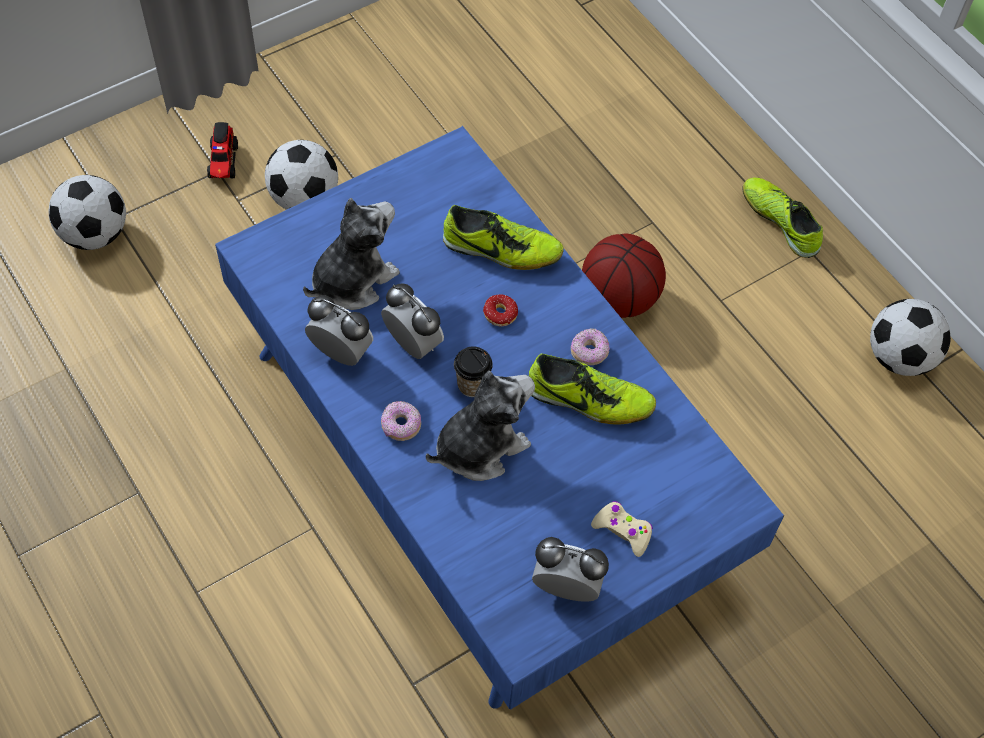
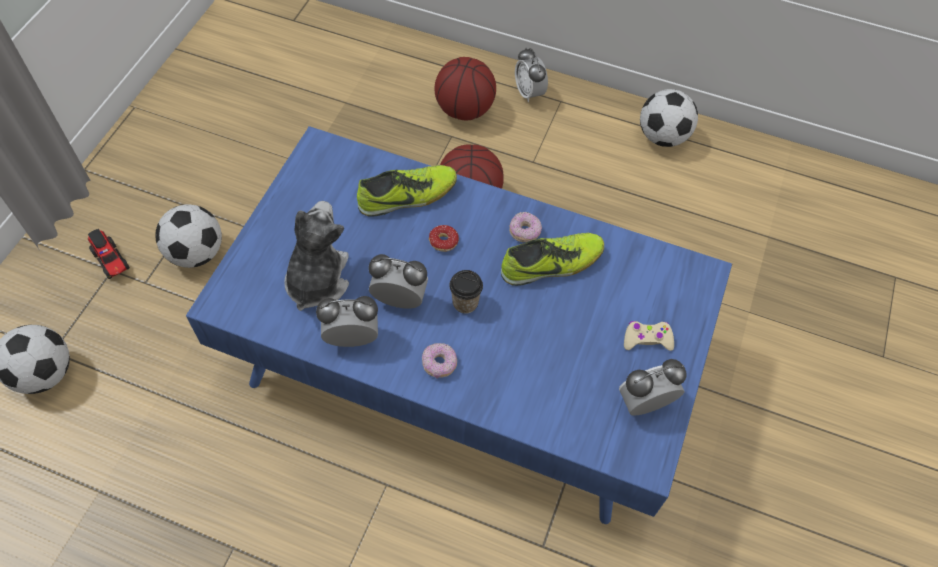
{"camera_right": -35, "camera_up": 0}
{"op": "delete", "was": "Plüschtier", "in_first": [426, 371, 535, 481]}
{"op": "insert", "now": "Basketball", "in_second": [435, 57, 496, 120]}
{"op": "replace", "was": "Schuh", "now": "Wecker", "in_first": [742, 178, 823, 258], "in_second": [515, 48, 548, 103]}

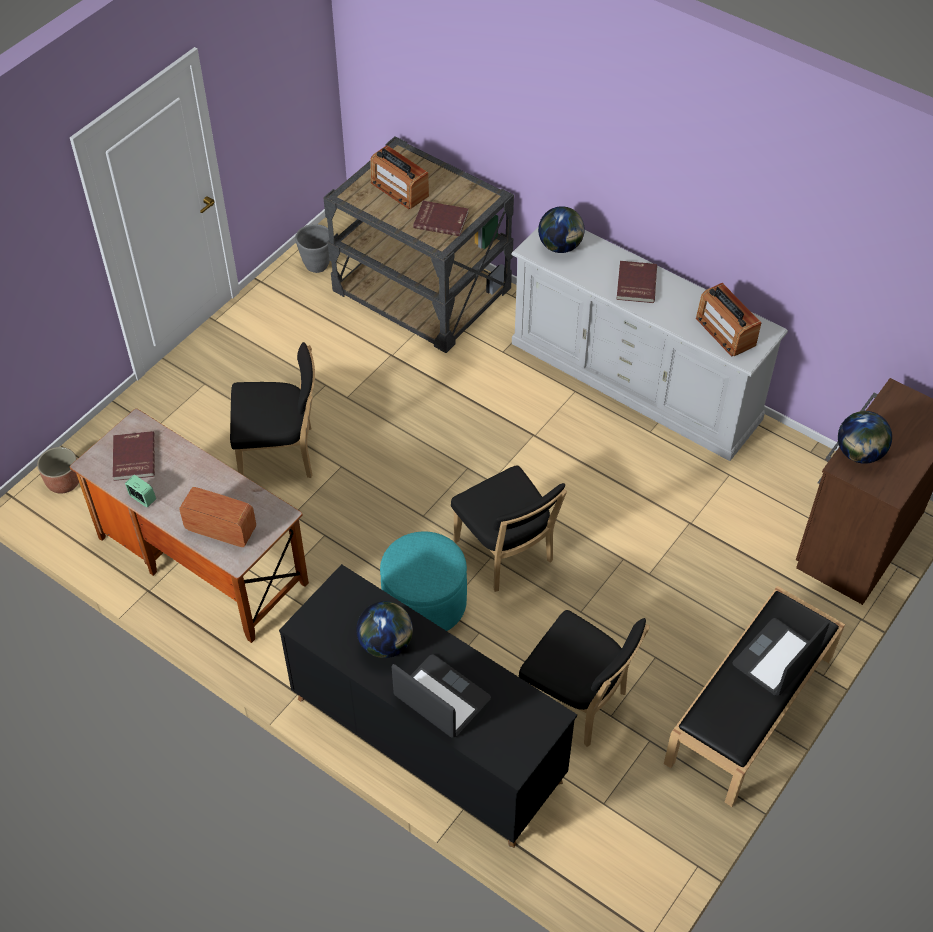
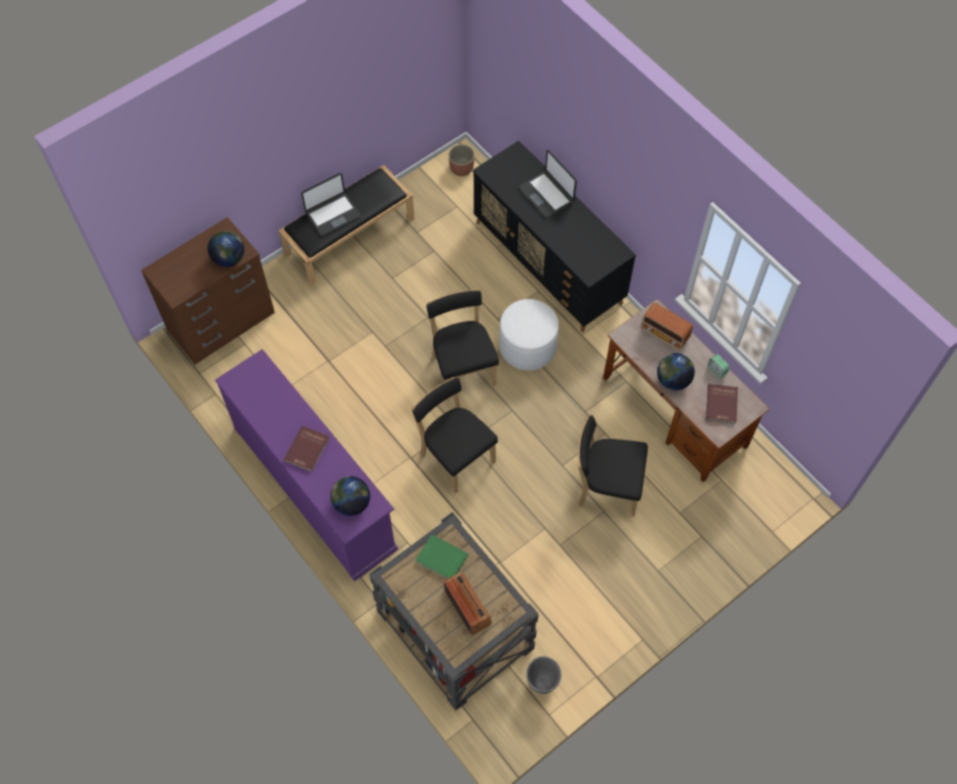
{"camera_right": -165, "camera_up": 10}
{"op": "delete", "was": "Radio", "in_first": [696, 283, 761, 357]}
{"op": "move", "was": "Pflanzkübel", "in_first": [37, 447, 79, 494], "in_second": [449, 145, 474, 176]}
{"op": "move", "was": "Globus", "in_first": [356, 601, 413, 658], "in_second": [657, 353, 695, 390]}
{"op": "move", "was": "Stuhl (schwarz)", "in_first": [519, 610, 650, 747], "in_second": [411, 377, 498, 494]}
{"op": "recolor", "was": "Polsterhocker (türkis)", "now": "Polsterhocker (weiß)", "in_first": [380, 532, 467, 631], "in_second": [499, 299, 559, 370]}
{"op": "recolor", "was": "Buch (rot)", "now": "Buch (grün)", "in_first": [413, 201, 468, 236], "in_second": [416, 534, 468, 579]}
{"op": "recolor", "was": "Schrank (weiß)", "now": "Schrank (lila)", "in_first": [511, 228, 788, 461], "in_second": [215, 349, 398, 581]}

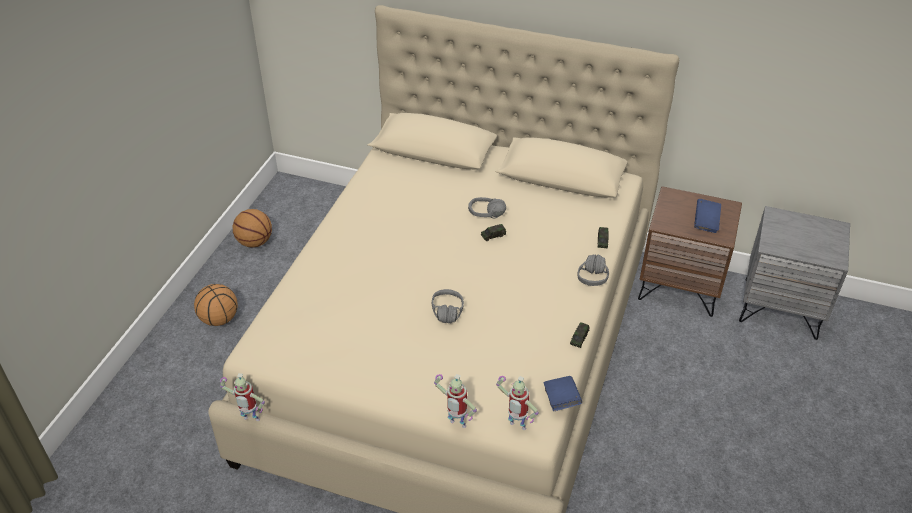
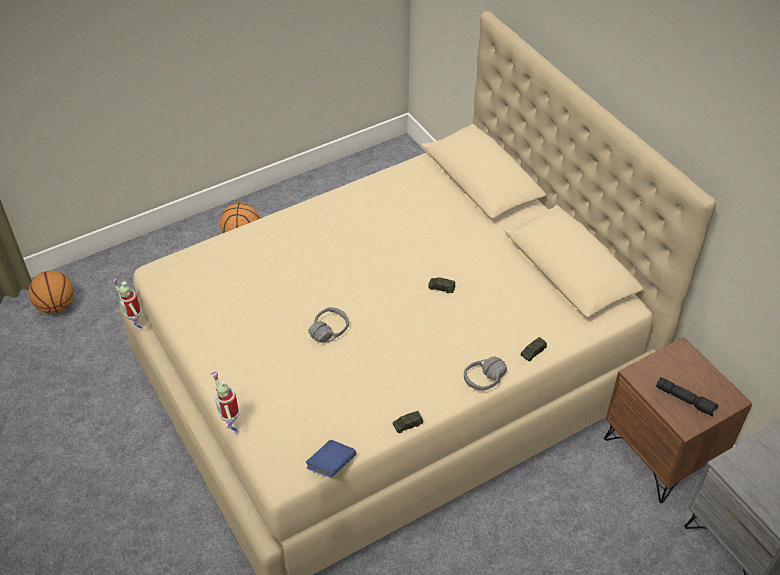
{"camera_right": 40, "camera_up": 5}
{"op": "delete", "was": "Kopfhörer (grau)", "in_first": [468, 197, 506, 219]}
{"op": "delete", "was": "Spielzeugroboter", "in_first": [496, 376, 539, 430]}
{"op": "move", "was": "Basketball", "in_first": [232, 209, 272, 248], "in_second": [29, 271, 74, 313]}
{"op": "replace", "was": "Buch (blau)", "now": "Taschenlampe (schwarz)", "in_first": [694, 199, 721, 233], "in_second": [656, 377, 718, 417]}

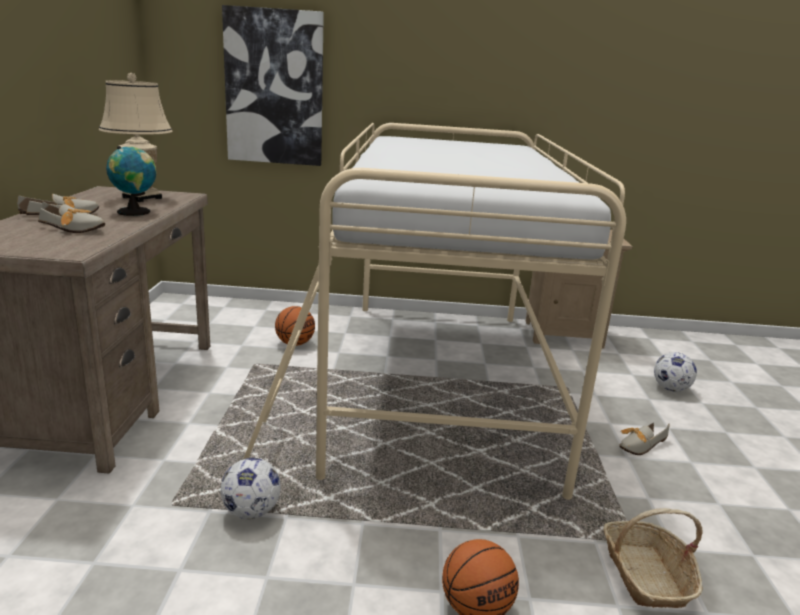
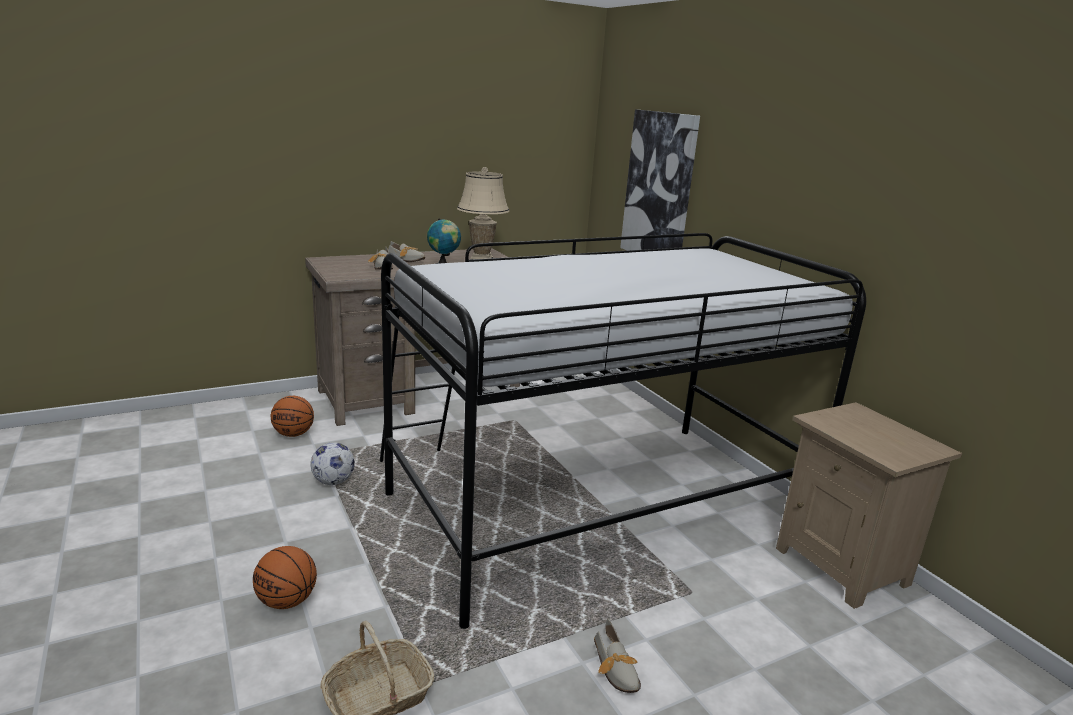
{"camera_right": 60, "camera_up": 0}
{"op": "delete", "was": "Fußball", "in_first": [654, 352, 697, 392]}
{"op": "move", "was": "Basketball", "in_first": [275, 306, 315, 346], "in_second": [271, 396, 314, 437]}
{"op": "recolor", "was": "Bett (beige)", "now": "Bett (schwarz)", "in_first": [243, 123, 626, 500], "in_second": [380, 233, 866, 629]}
{"op": "rotate", "was": "Schuh", "in_first": [619, 423, 669, 455], "in_second": [594, 618, 641, 693], "clockwise": -135}

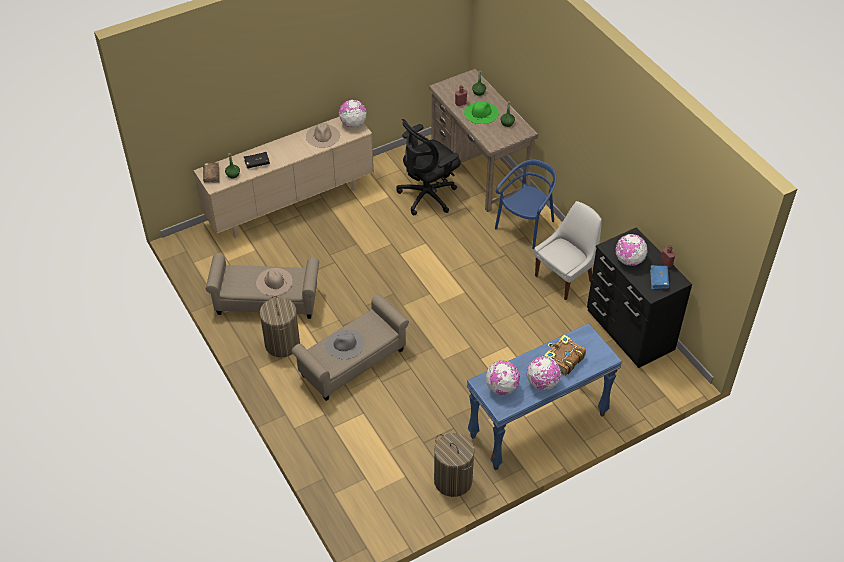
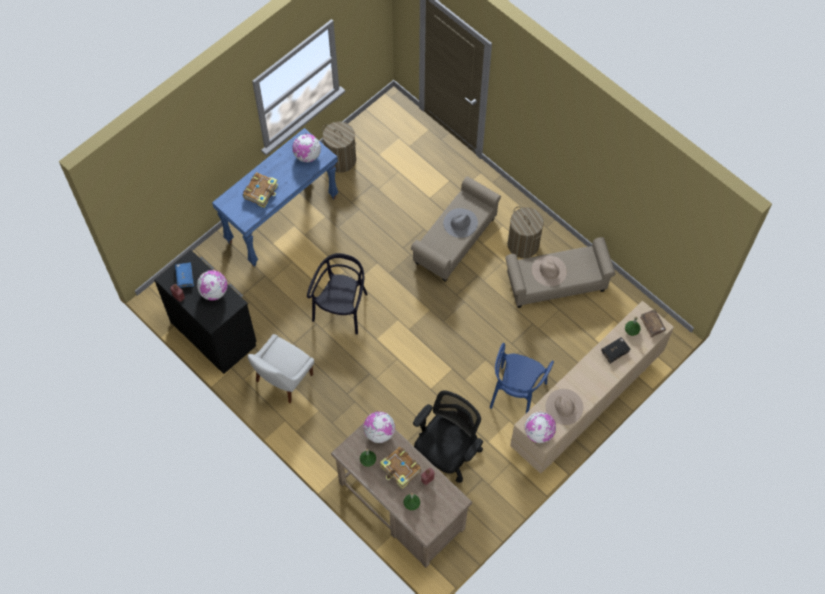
{"camera_right": 165, "camera_up": 15}
{"op": "insert", "now": "Stuhl (schwarz)", "in_second": [307, 253, 368, 335]}
{"op": "move", "was": "Stuhl (blau)", "in_first": [495, 159, 556, 249], "in_second": [490, 343, 554, 413]}
{"op": "move", "was": "Globus", "in_first": [527, 356, 561, 390], "in_second": [364, 411, 395, 443]}
{"op": "replace", "was": "Hut (grün)", "now": "Buch", "in_first": [464, 101, 499, 124], "in_second": [380, 447, 421, 489]}

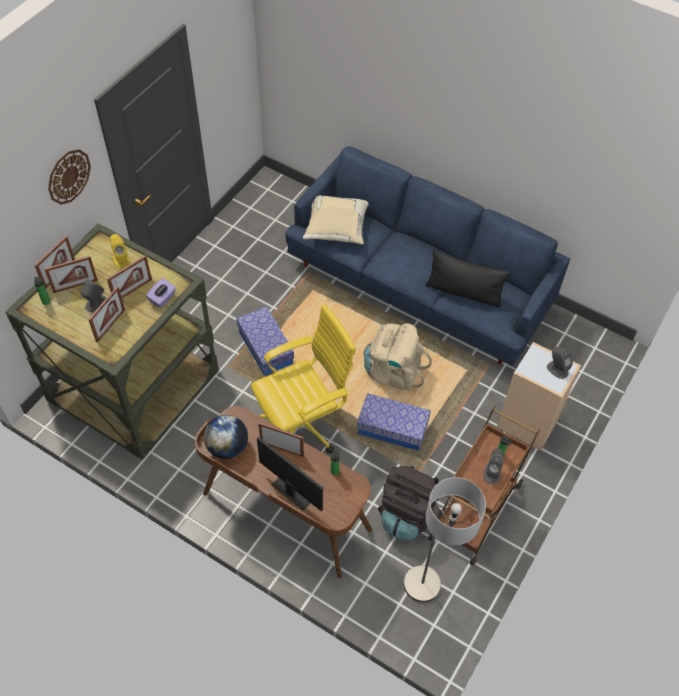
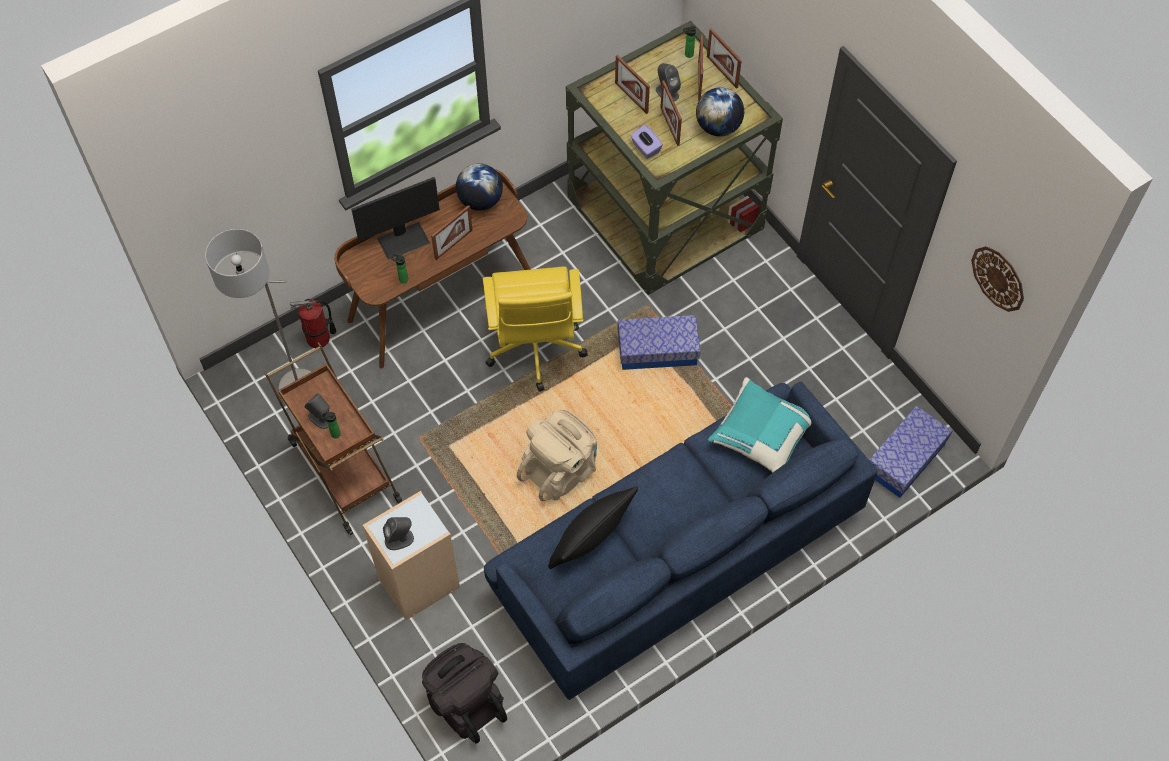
{"camera_right": 115, "camera_up": 5}
{"op": "insert", "now": "Feuerlöscher", "in_second": [290, 299, 336, 348]}
{"op": "move", "was": "Wanduhr", "in_first": [48, 149, 91, 205], "in_second": [971, 246, 1024, 312]}
{"op": "move", "was": "Aufbewahrungsbox", "in_first": [357, 393, 431, 451], "in_second": [869, 406, 952, 498]}
{"op": "move", "was": "Rucksack (schwarz)", "in_first": [378, 466, 439, 540], "in_second": [422, 643, 507, 744]}
{"op": "replace", "was": "Lautsprecher (gelb)", "now": "Globus", "in_first": [110, 234, 130, 269], "in_second": [696, 87, 744, 136]}
{"op": "recolor", "was": "Kissen (beige)", "now": "Kissen (türkis)", "in_first": [303, 195, 369, 245], "in_second": [708, 377, 812, 473]}

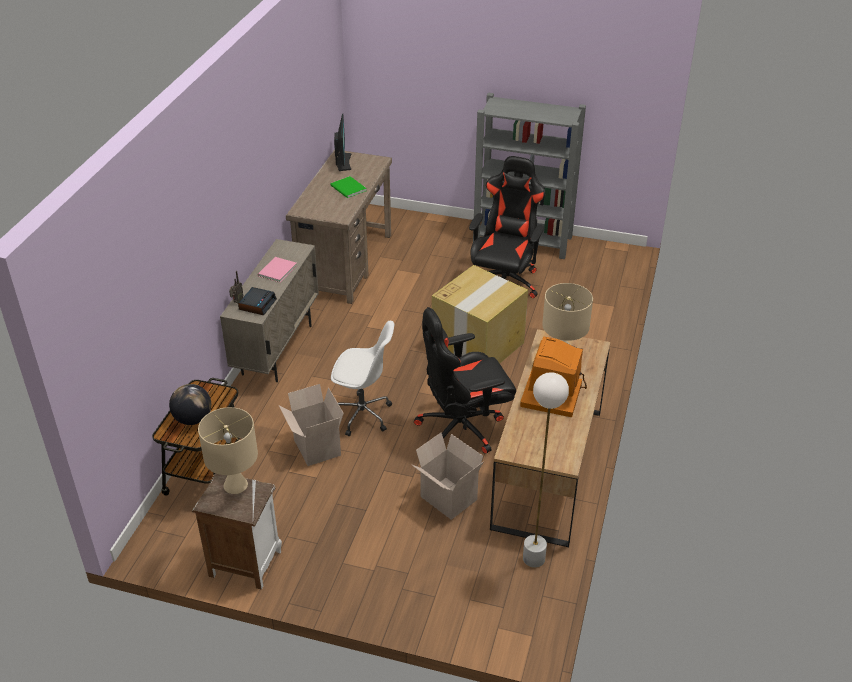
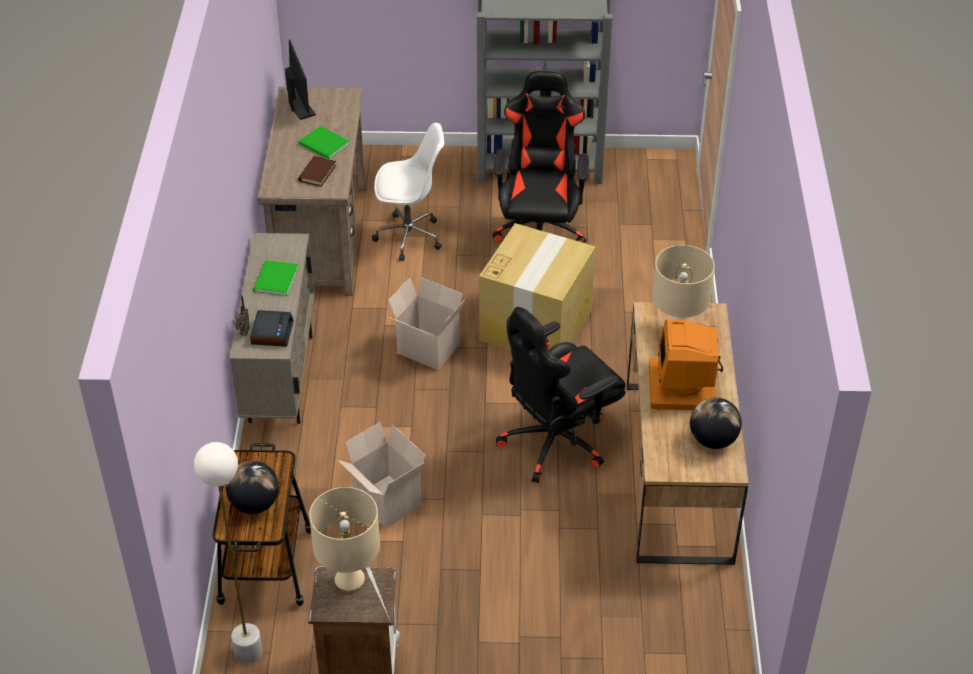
{"camera_right": -15, "camera_up": 5}
{"op": "insert", "now": "Buch (braun)", "in_second": [298, 156, 336, 187]}
{"op": "insert", "now": "Globus", "in_second": [690, 397, 742, 449]}
{"op": "move", "was": "Bürostuhl (weiß)", "in_first": [331, 321, 394, 436], "in_second": [372, 123, 444, 261]}
{"op": "move", "was": "Karton", "in_first": [412, 432, 484, 520], "in_second": [388, 277, 465, 370]}
{"op": "move", "was": "Stehlampe (weiß)", "in_first": [523, 372, 569, 568], "in_second": [194, 442, 263, 664]}
{"op": "recolor", "was": "Buch (rosa)", "now": "Buch (grün)", "in_first": [258, 257, 297, 283], "in_second": [253, 260, 299, 296]}

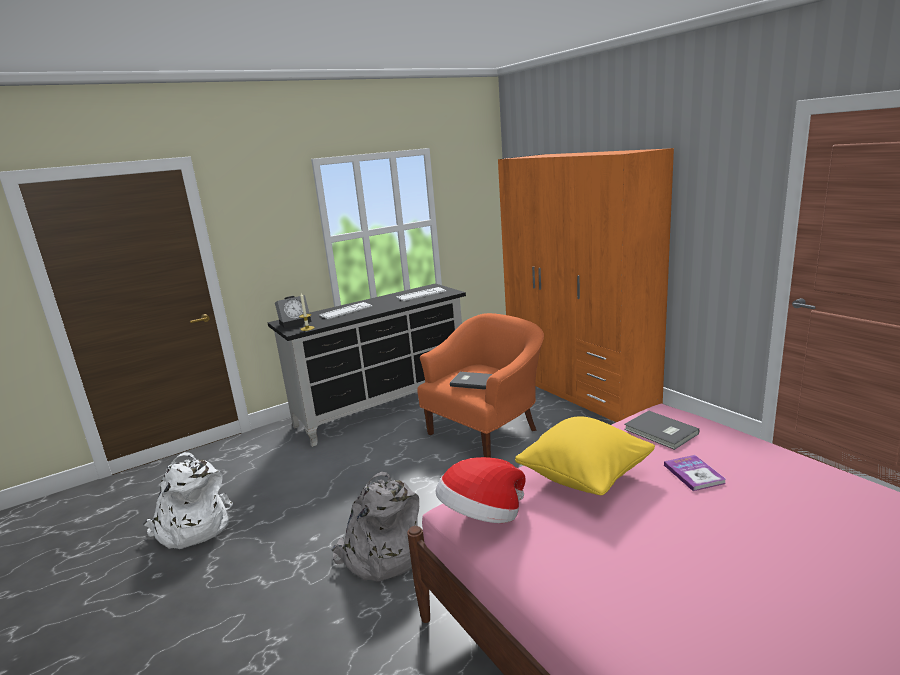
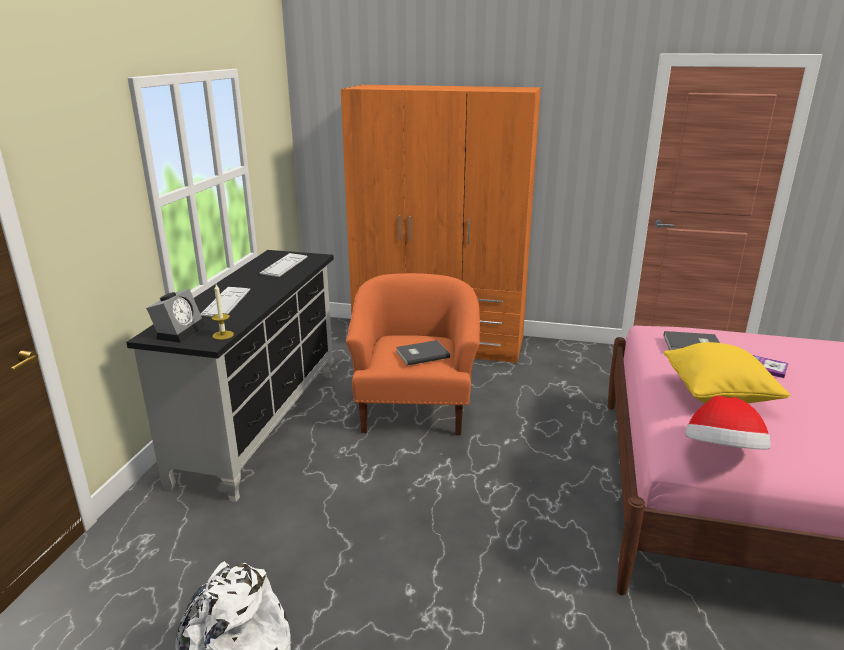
{"camera_right": -45, "camera_up": 5}
{"op": "delete", "was": "Rucksack (grau)", "in_first": [332, 472, 419, 581]}

